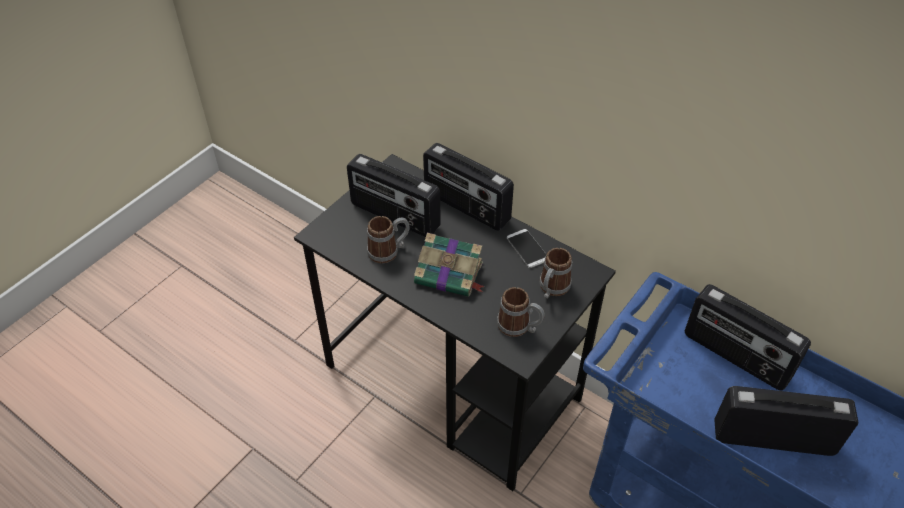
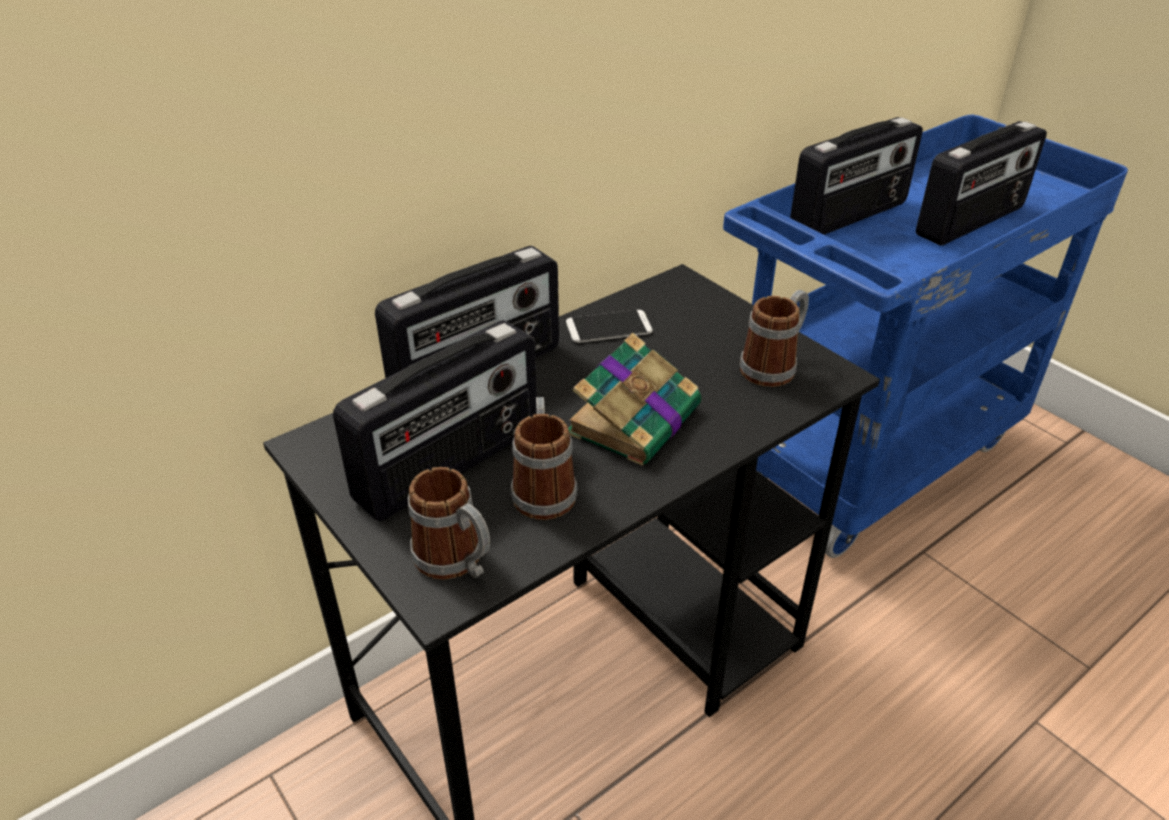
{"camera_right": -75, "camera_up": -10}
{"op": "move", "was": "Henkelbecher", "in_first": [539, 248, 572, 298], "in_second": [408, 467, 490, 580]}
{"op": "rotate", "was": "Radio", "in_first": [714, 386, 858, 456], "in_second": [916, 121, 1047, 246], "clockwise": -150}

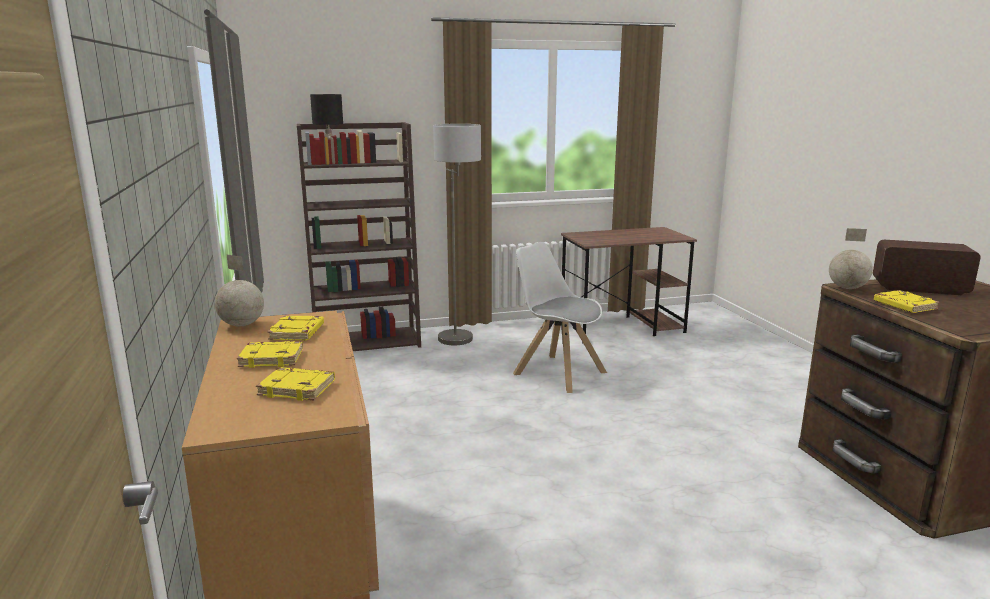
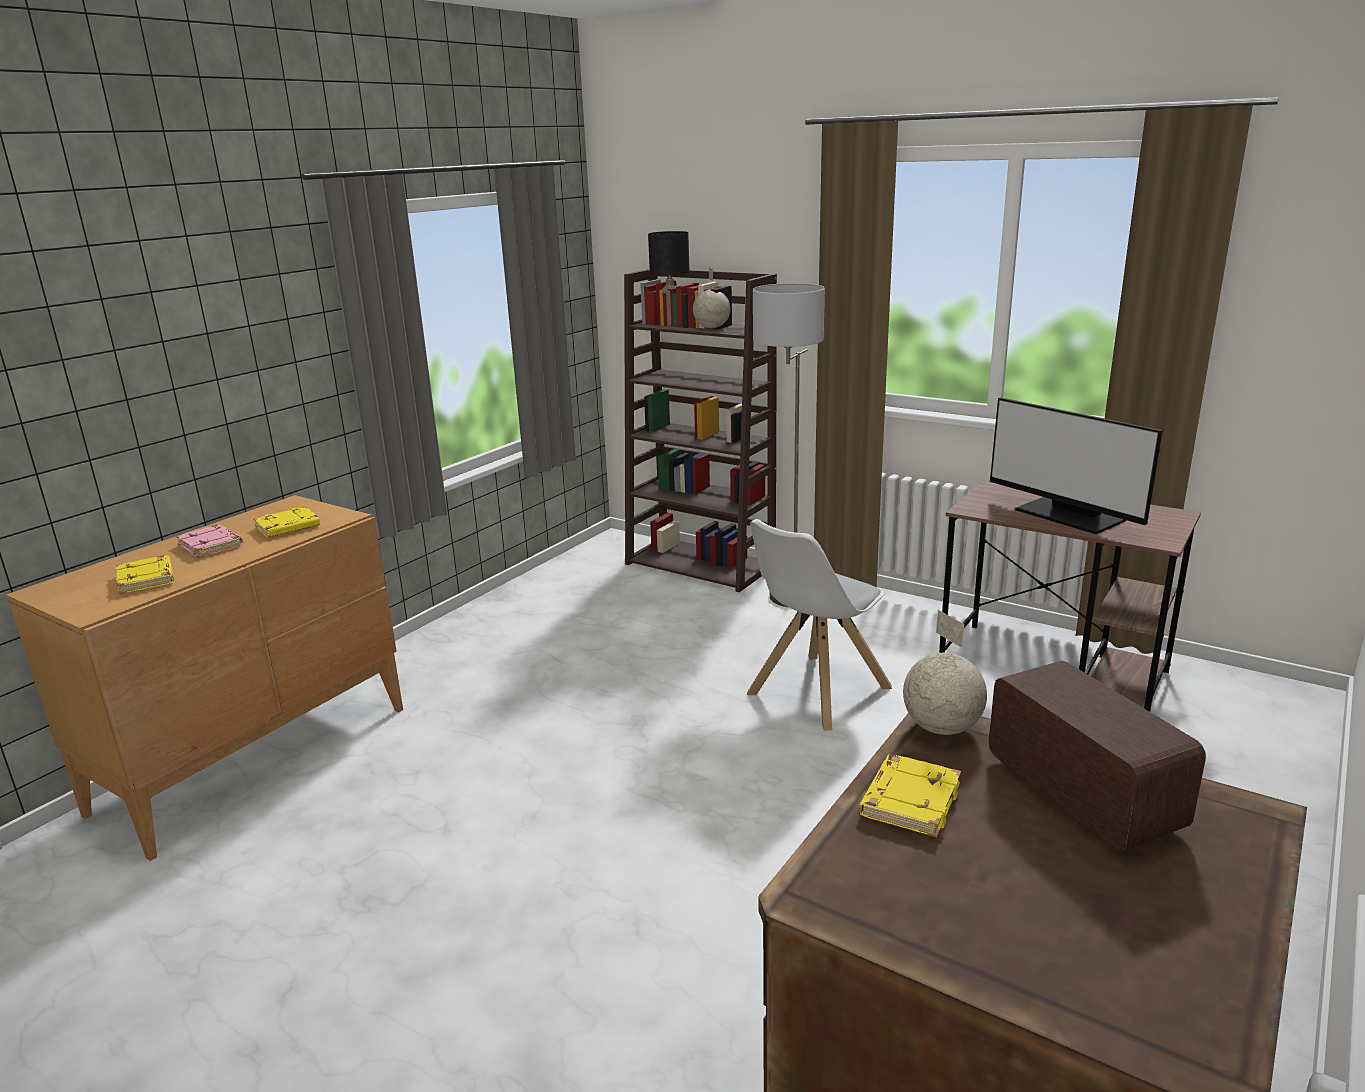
{"camera_right": 50, "camera_up": 5}
{"op": "insert", "now": "Monitor", "in_second": [990, 397, 1163, 534]}
{"op": "move", "was": "Globus", "in_first": [215, 254, 264, 326], "in_second": [693, 267, 730, 328]}
{"op": "recolor", "was": "Buch (gelb)", "now": "Buch (rosa)", "in_first": [237, 341, 303, 368], "in_second": [176, 525, 243, 558]}
{"op": "rotate", "was": "Stuhl", "in_first": [513, 242, 607, 393], "in_second": [747, 519, 892, 731], "clockwise": -135}

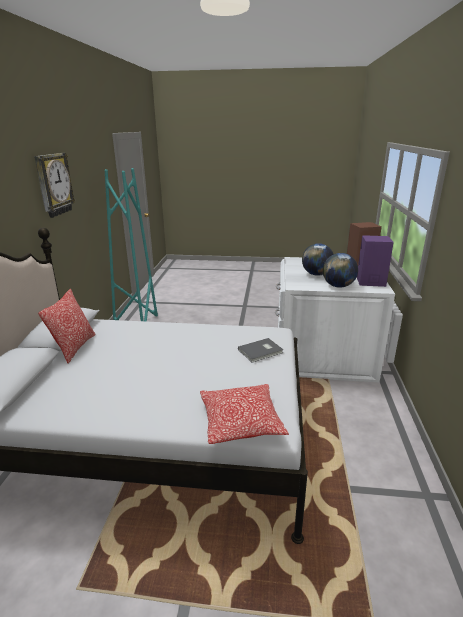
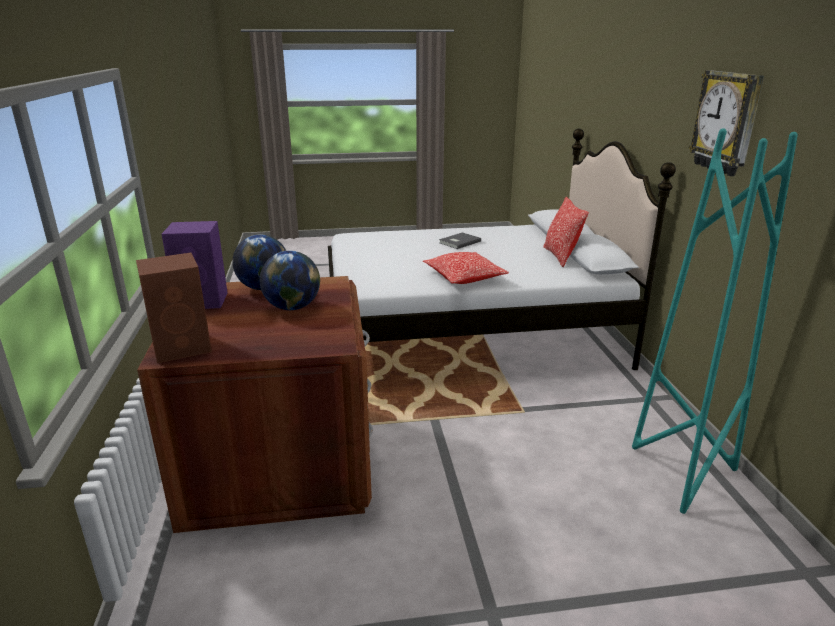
{"camera_right": 165, "camera_up": 0}
{"op": "move", "was": "Kissen", "in_first": [200, 384, 289, 444], "in_second": [423, 252, 509, 284]}
{"op": "move", "was": "Buch (grau)", "in_first": [238, 338, 284, 362], "in_second": [439, 232, 481, 249]}
{"op": "recolor", "was": "Kommode (weiß)", "now": "Kommode (braun)", "in_first": [275, 257, 395, 382], "in_second": [137, 276, 373, 533]}

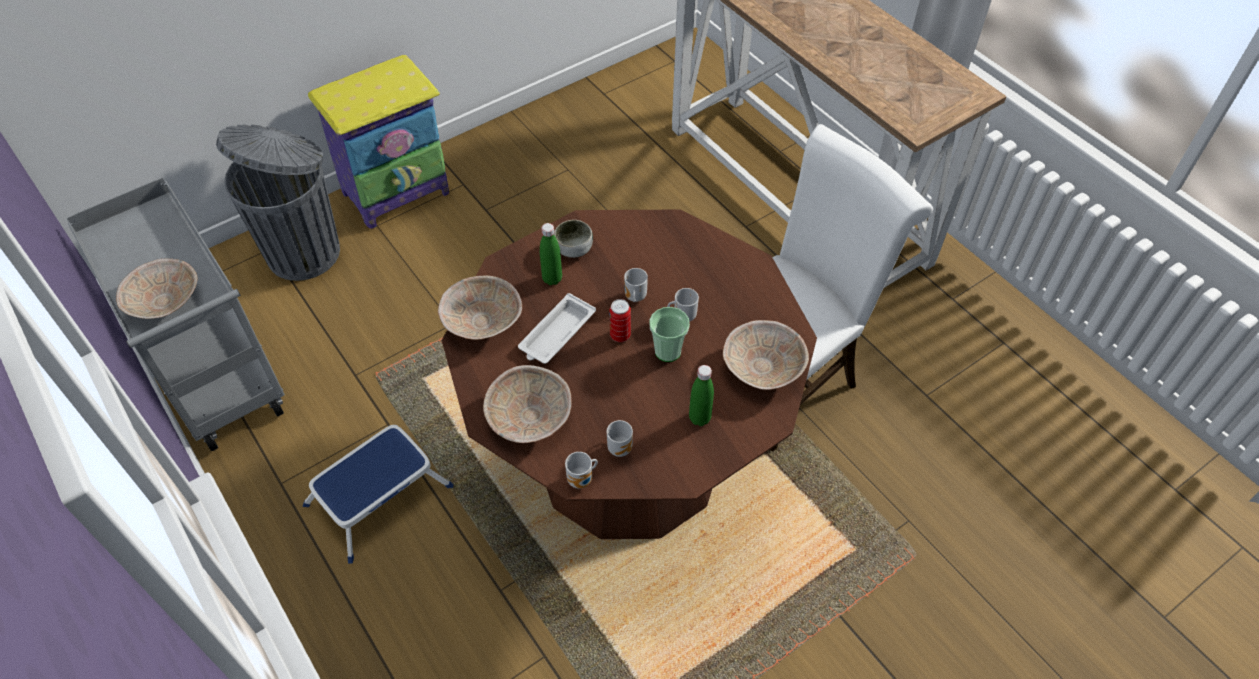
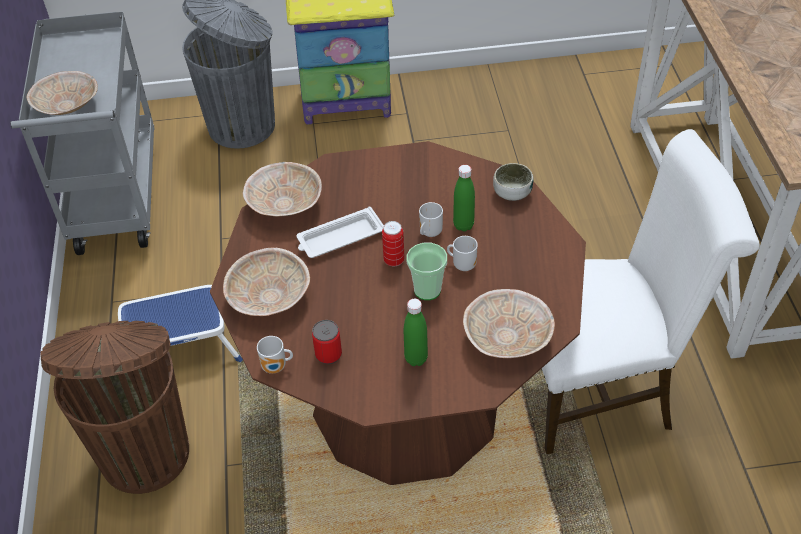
{"camera_right": 30, "camera_up": -5}
{"op": "insert", "now": "Mülleimer (braun)", "in_second": [40, 321, 189, 494]}
{"op": "move", "was": "Flasche (grün)", "in_first": [540, 223, 562, 285], "in_second": [453, 165, 475, 232]}
{"op": "move", "was": "Schüssel", "in_first": [554, 220, 593, 258], "in_second": [493, 163, 534, 201]}
{"op": "replace", "was": "Henkelbecher", "now": "Dose", "in_first": [607, 420, 633, 457], "in_second": [312, 320, 342, 364]}

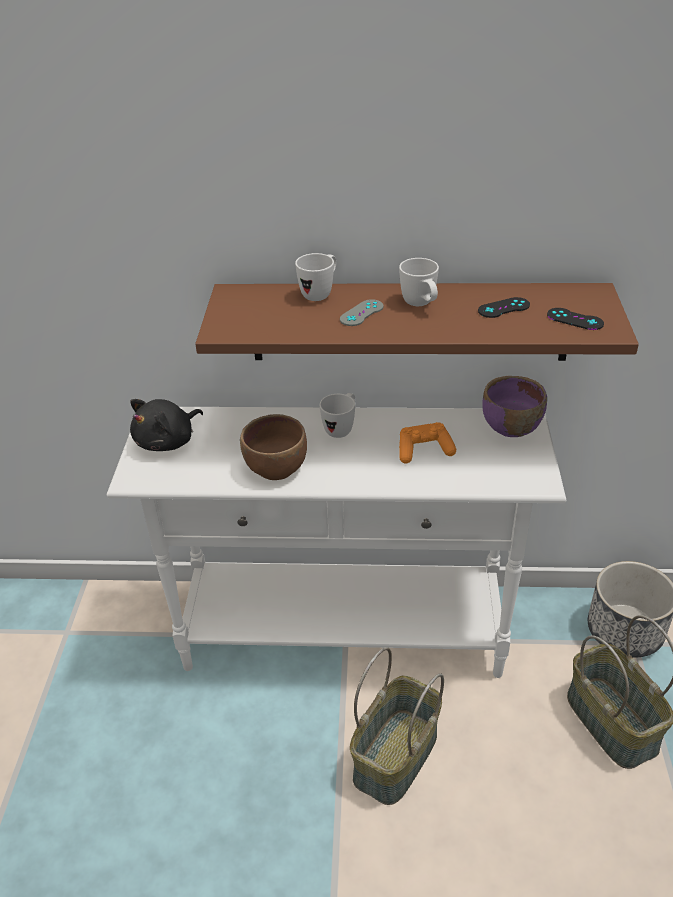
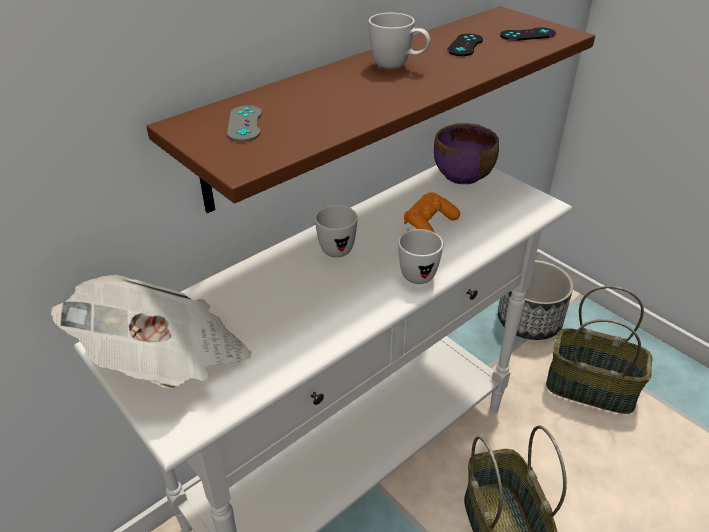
{"camera_right": -45, "camera_up": 0}
{"op": "delete", "was": "Schüssel (braun)", "in_first": [240, 414, 307, 480]}
{"op": "move", "was": "Henkelbecher (weiß)", "in_first": [295, 253, 337, 301], "in_second": [398, 227, 443, 284]}
{"op": "move", "was": "Gamepad (grau)", "in_first": [340, 299, 383, 326], "in_second": [227, 105, 262, 142]}
{"op": "replace", "was": "Plüschtier (schwarz)", "now": "Zeitung", "in_first": [130, 399, 203, 451], "in_second": [51, 275, 252, 388]}

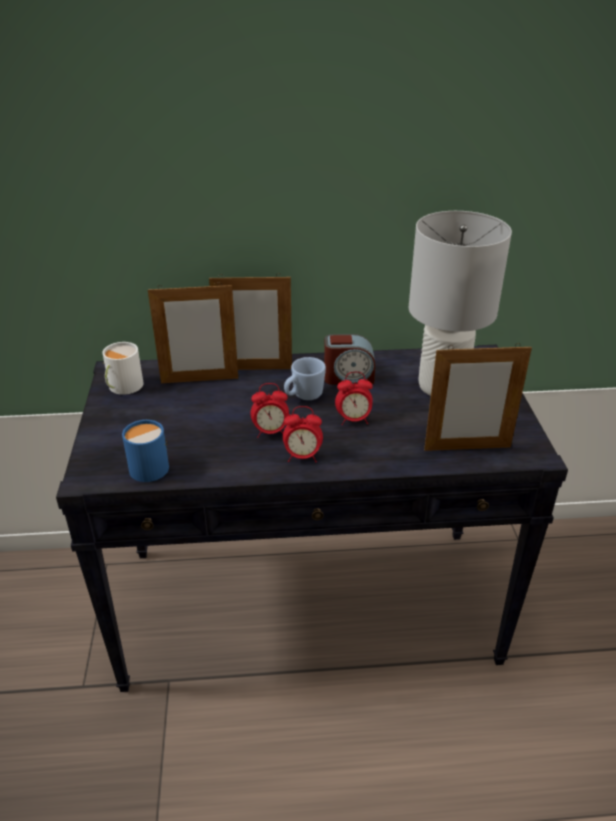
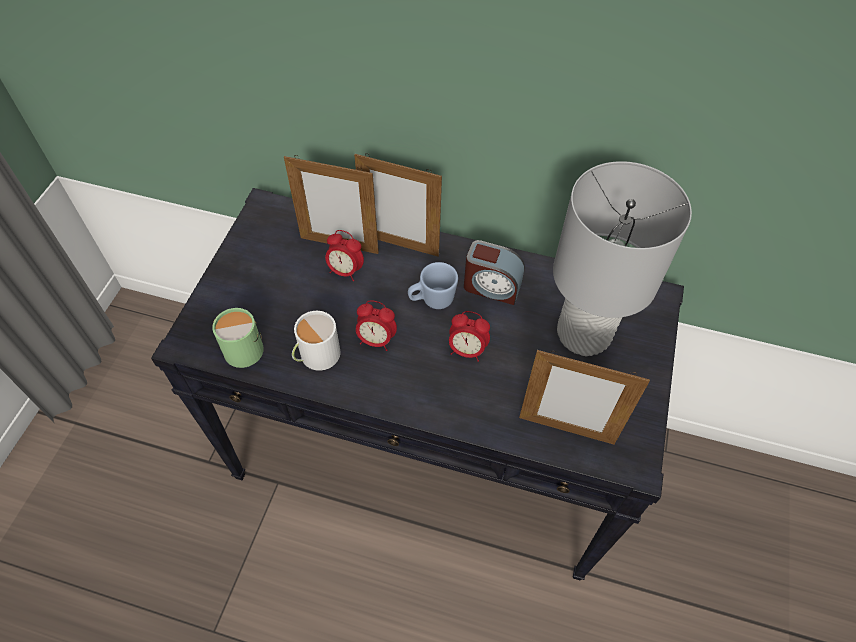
{"camera_right": 20, "camera_up": 20}
{"op": "move", "was": "Henkelbecher (weiß)", "in_first": [102, 342, 144, 395], "in_second": [292, 311, 340, 371]}
{"op": "move", "was": "Wecker", "in_first": [283, 406, 323, 462], "in_second": [325, 230, 364, 281]}
{"op": "recolor", "was": "Henkelbecher (blau)", "now": "Henkelbecher (grün)", "in_first": [122, 420, 169, 482], "in_second": [212, 308, 264, 368]}

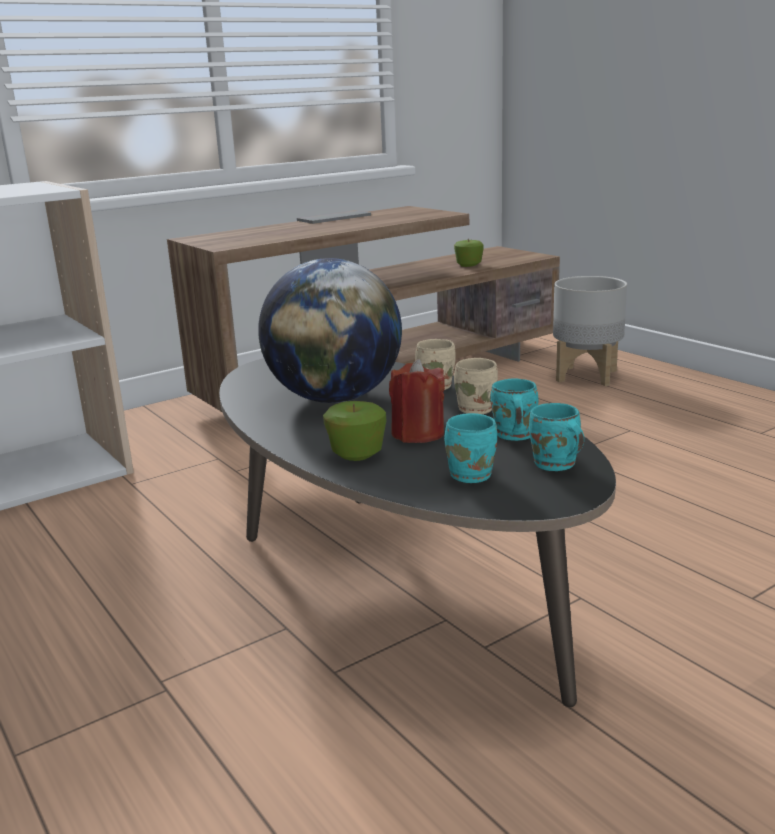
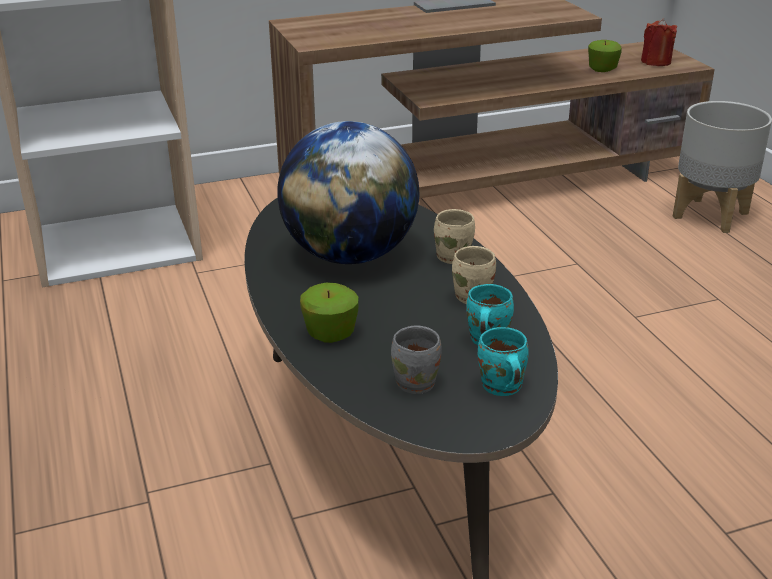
{"camera_right": 15, "camera_up": 10}
{"op": "move", "was": "Kerze (rot)", "in_first": [389, 359, 445, 443], "in_second": [641, 18, 677, 66]}
{"op": "recolor", "was": "Henkelbecher (türkis)", "now": "Henkelbecher (grau)", "in_first": [444, 413, 497, 483], "in_second": [391, 326, 442, 394]}

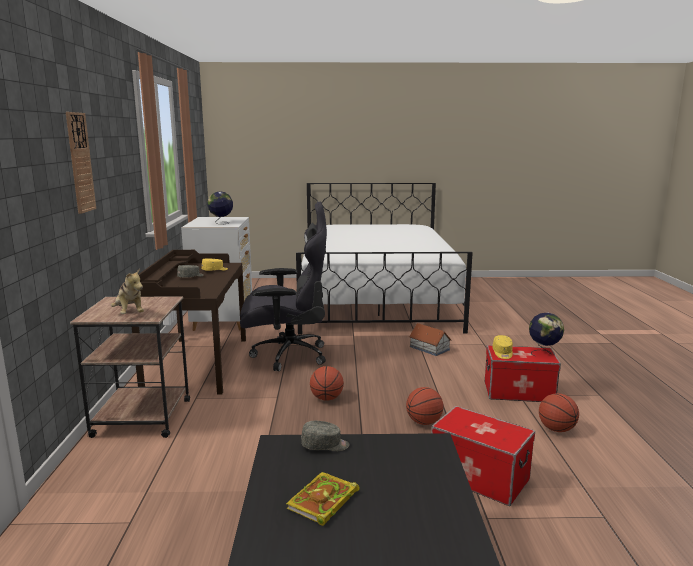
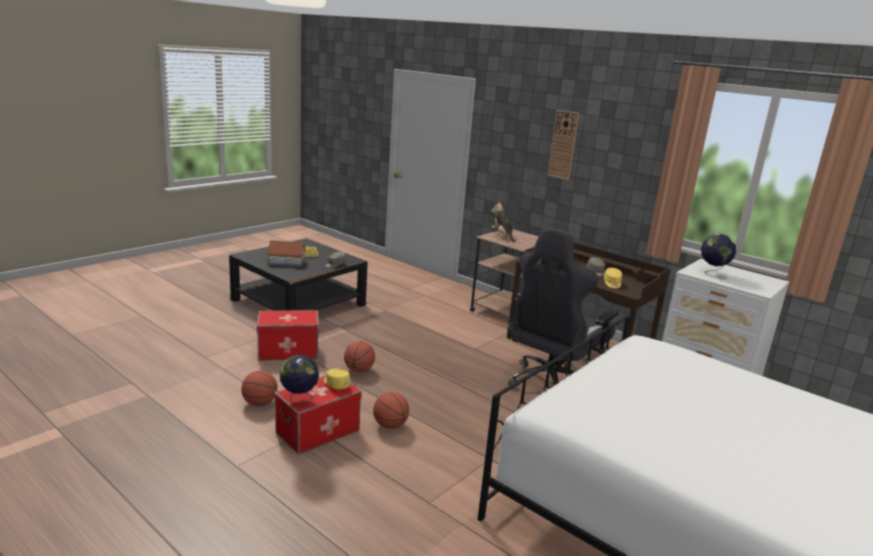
{"camera_right": 130, "camera_up": 5}
{"op": "move", "was": "Basketball", "in_first": [310, 366, 344, 401], "in_second": [373, 392, 409, 429]}
{"op": "move", "was": "Spielzeughaus", "in_first": [409, 323, 451, 356], "in_second": [267, 240, 306, 267]}
{"op": "rotate", "was": "Plüschtier", "in_first": [110, 268, 144, 314], "in_second": [492, 202, 515, 242], "clockwise": 60}

